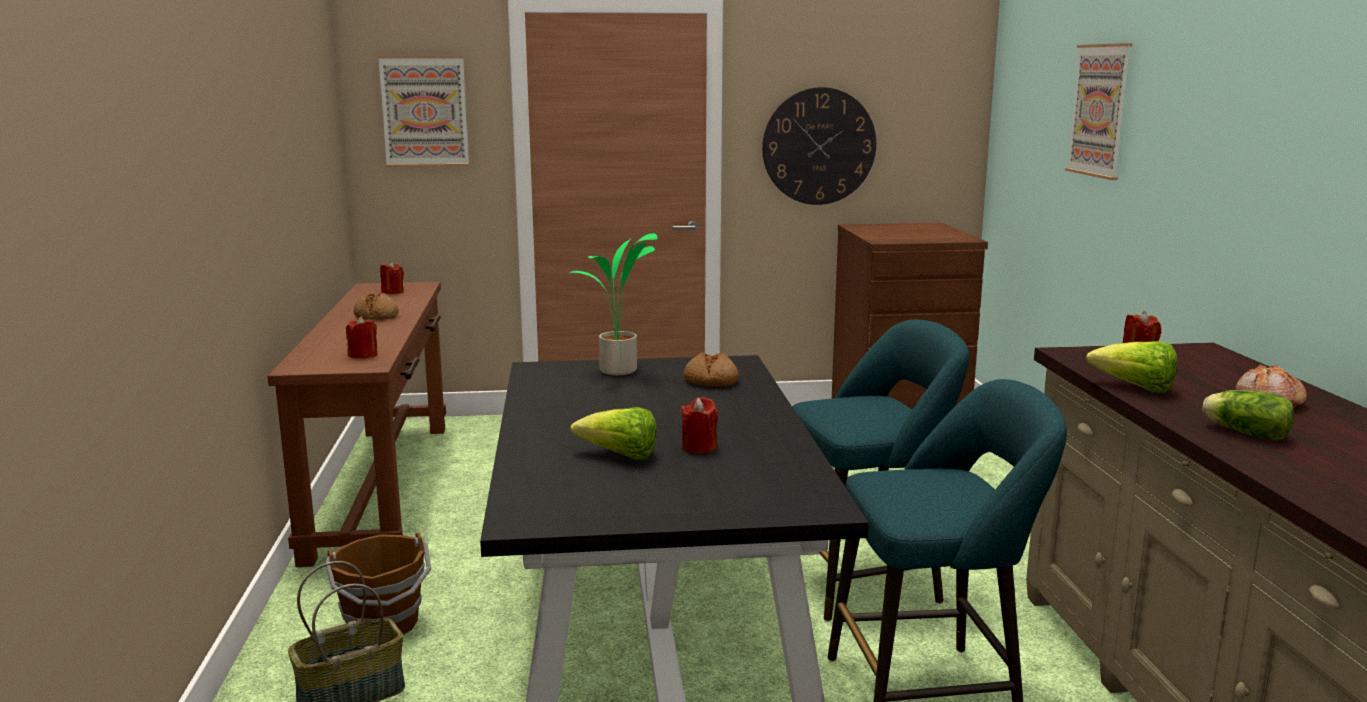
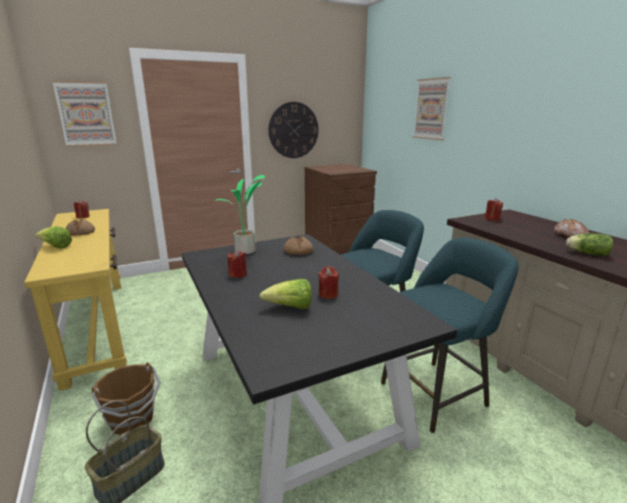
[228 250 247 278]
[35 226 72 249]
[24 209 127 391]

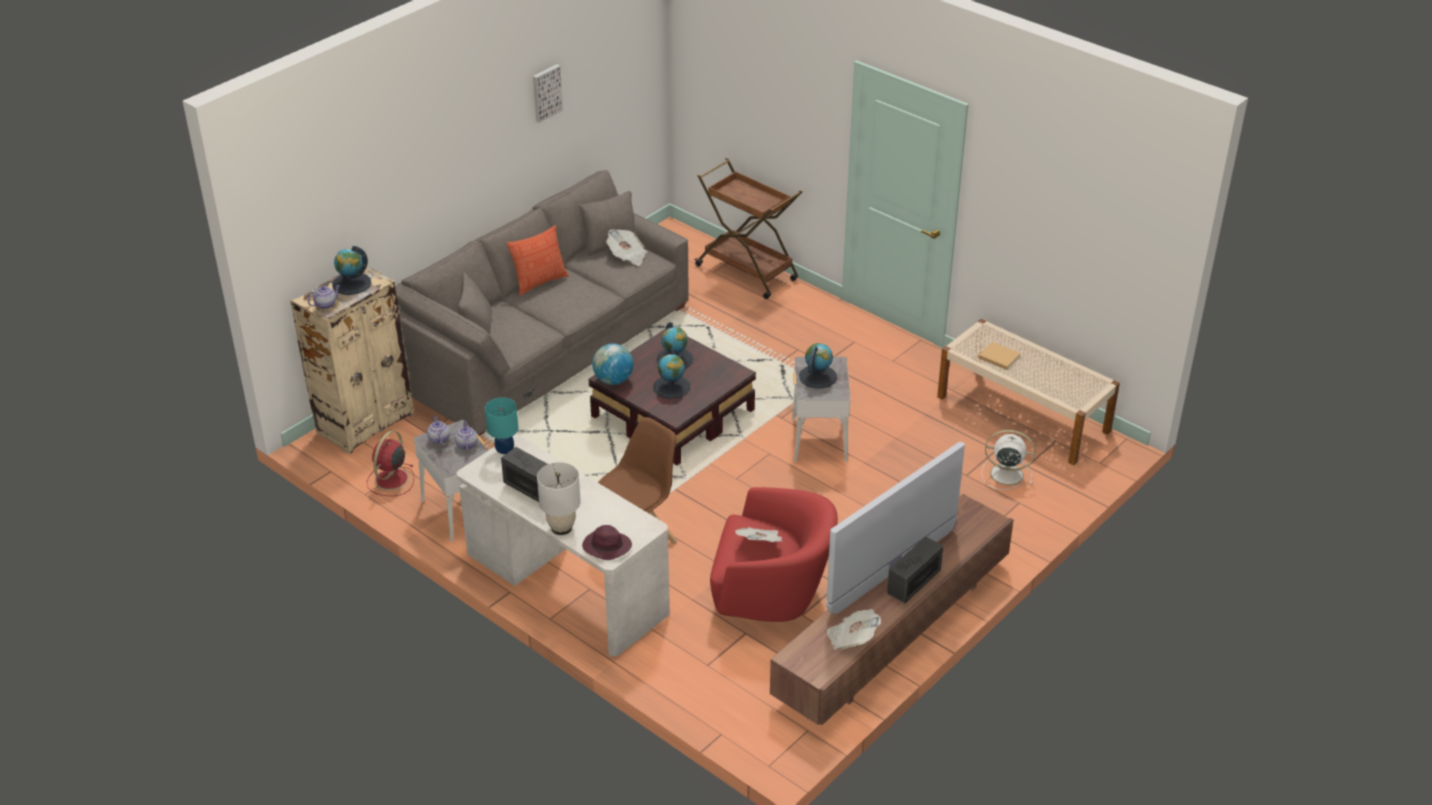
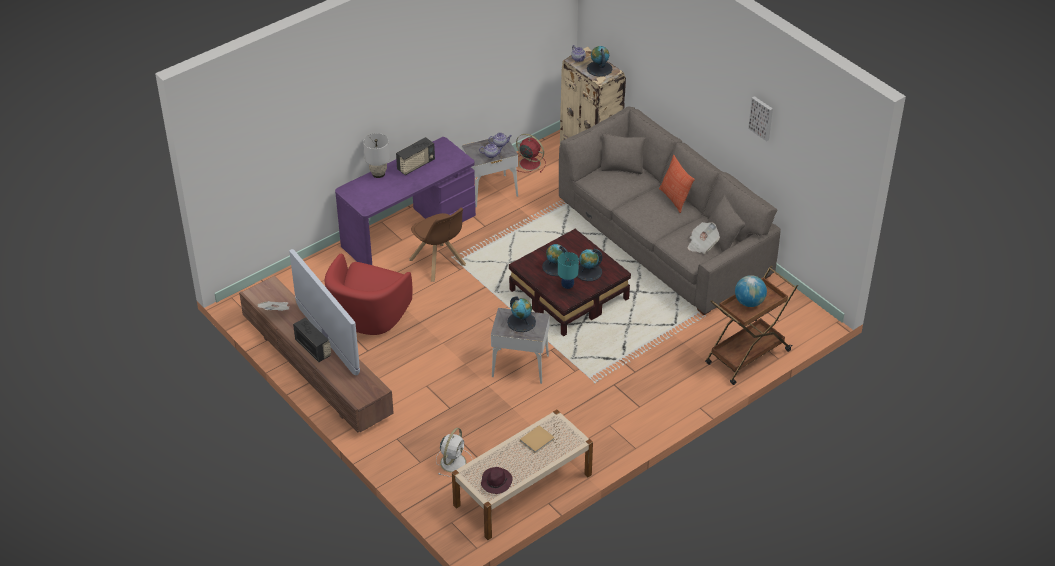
[735 527 782 542] (first image)
[558 252 579 289]
[481 467 513 494]
[735 275 767 307]
[335 137 476 265]

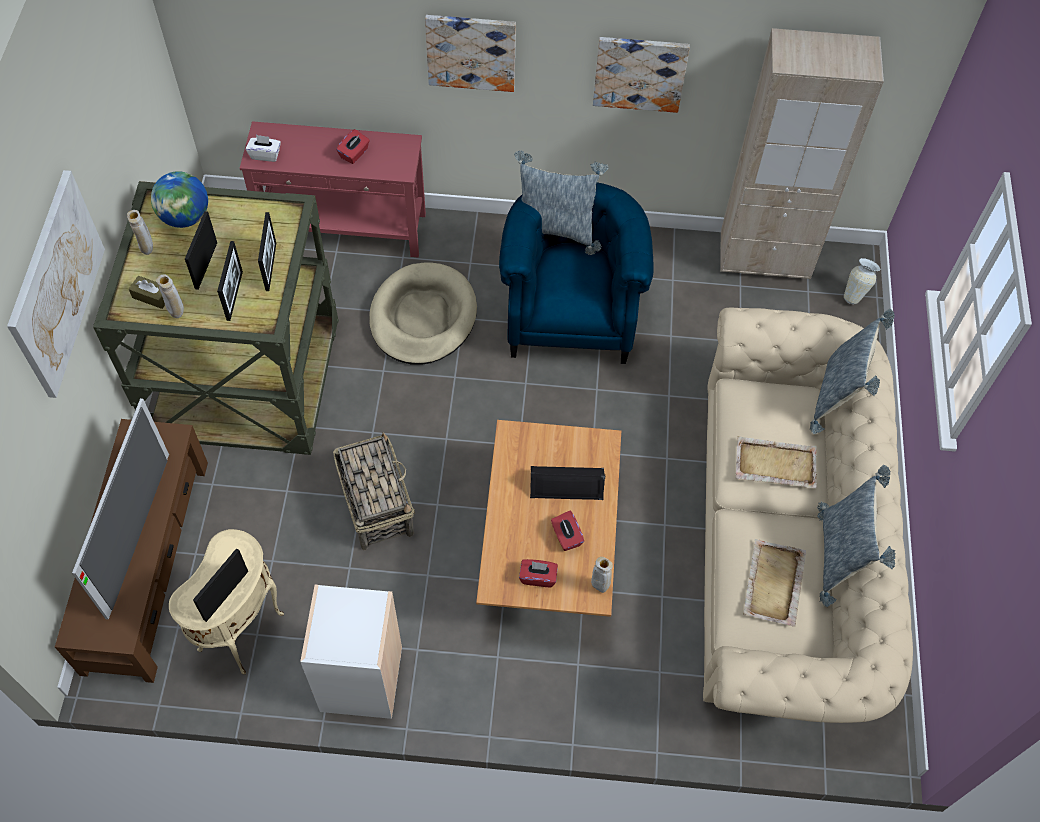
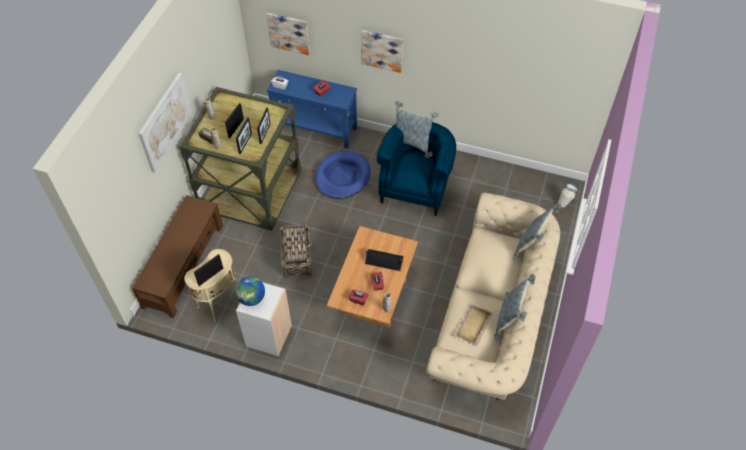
[72 398 169 620] (first image)
[720 28 884 279] (first image)
[735 436 817 488] (first image)
[236 277 265 306]
[267 13 310 55]
[267 70 357 149]
[315 151 370 199]

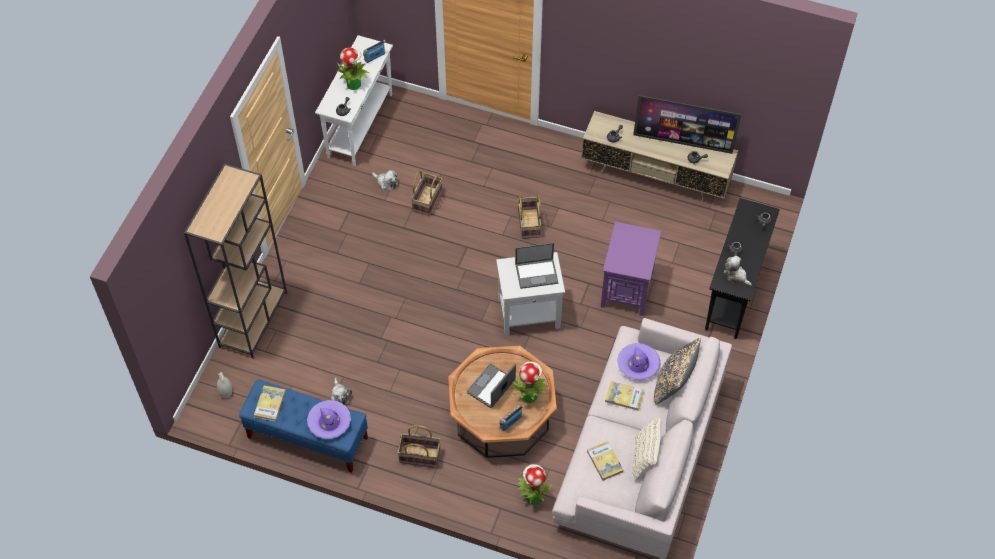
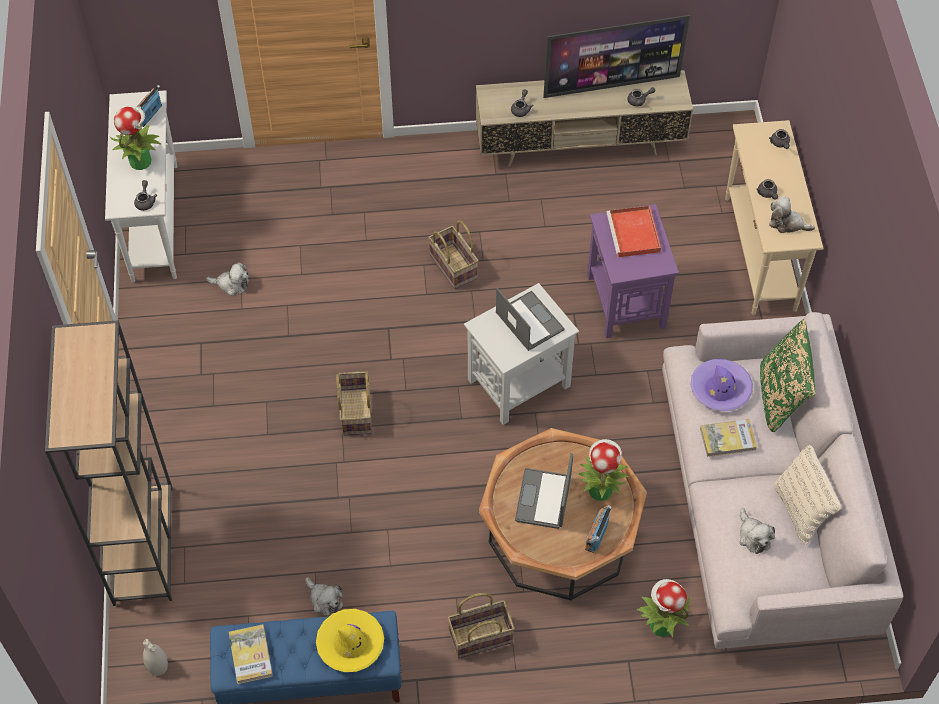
[606 206 661 257]
[336 371 372 436]
[739 508 775 554]
[316 609 384 672]
[760 319 816 432]
[725 120 823 315]
[496 288 565 351]

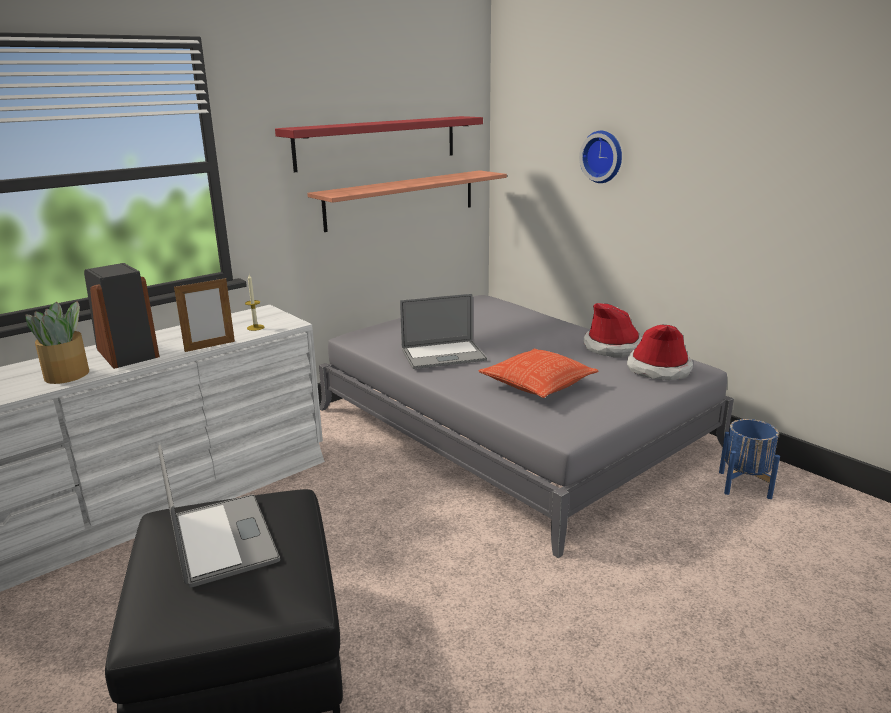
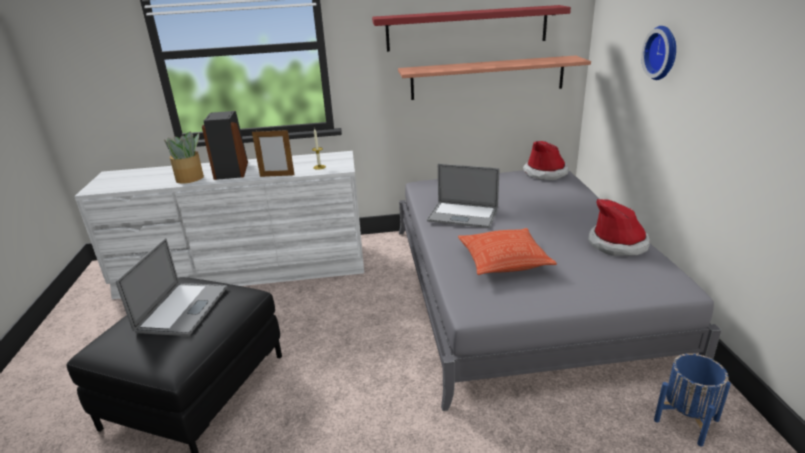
[523 141 569 180]

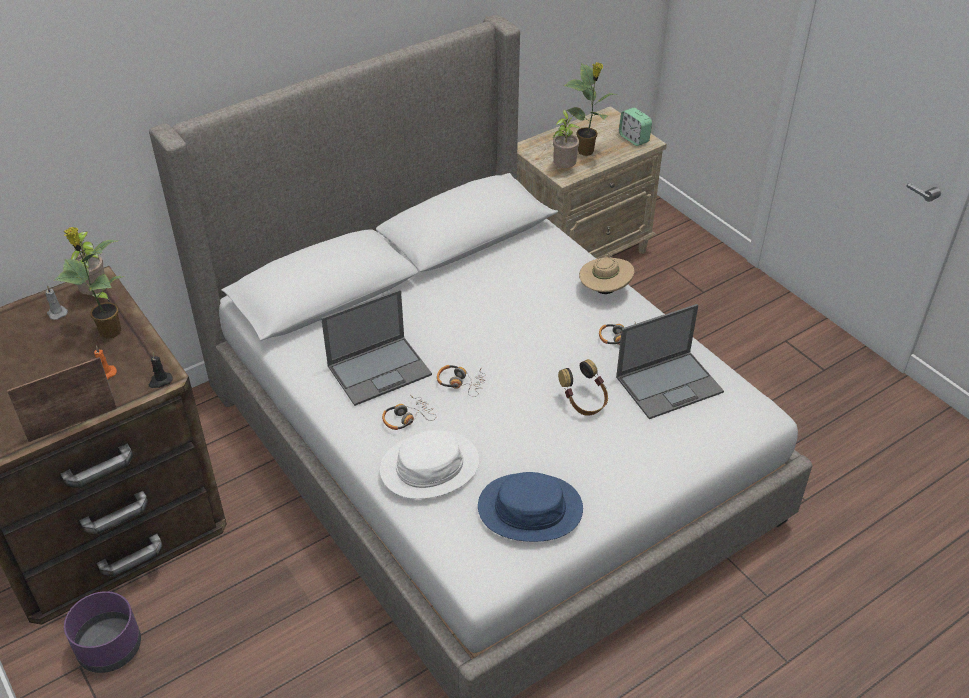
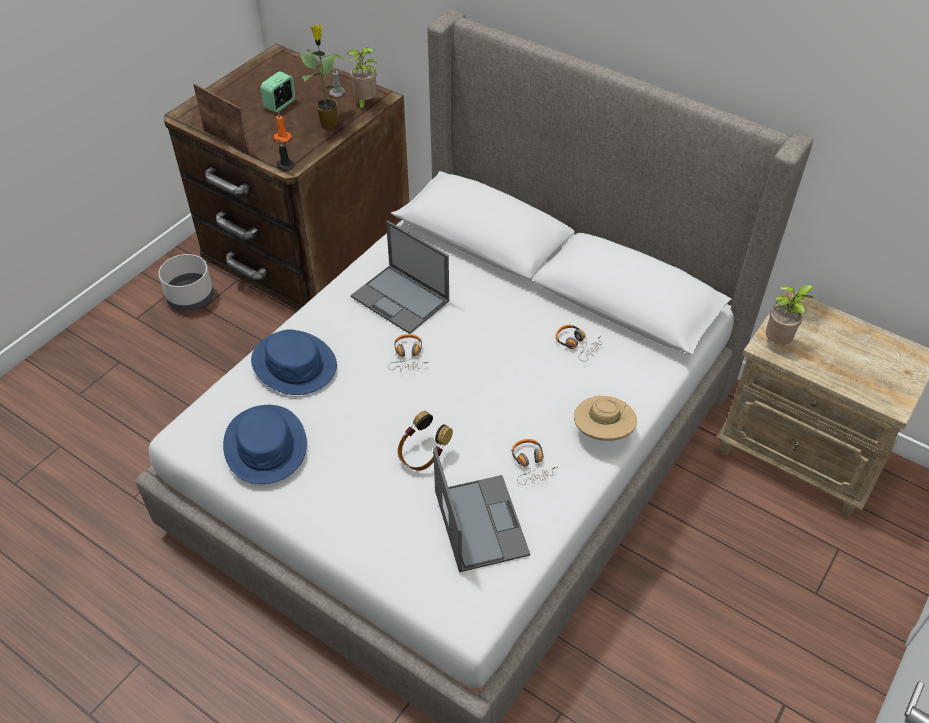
[564 62 618 156] (first image)
[556 325 602 361]
[261 71 295 113]
[158 254 214 311]
[251 329 337 395]
[433 448 530 572]

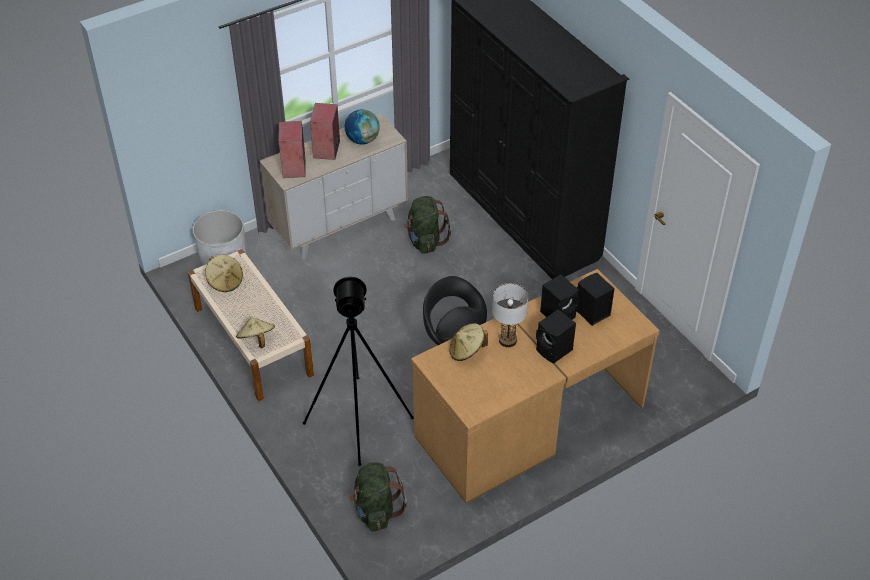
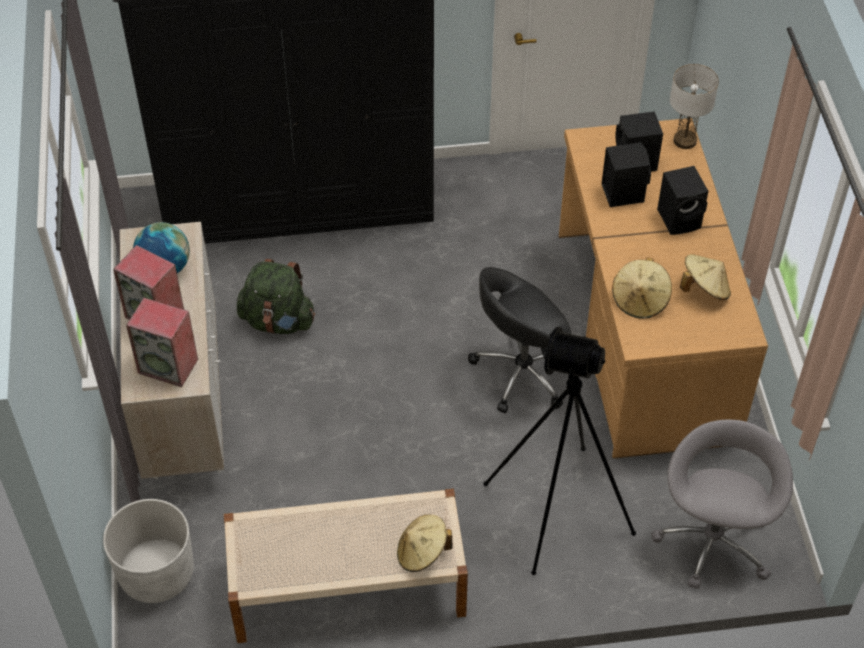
[680 254 731 300]
[670 64 719 149]
[651 420 793 589]

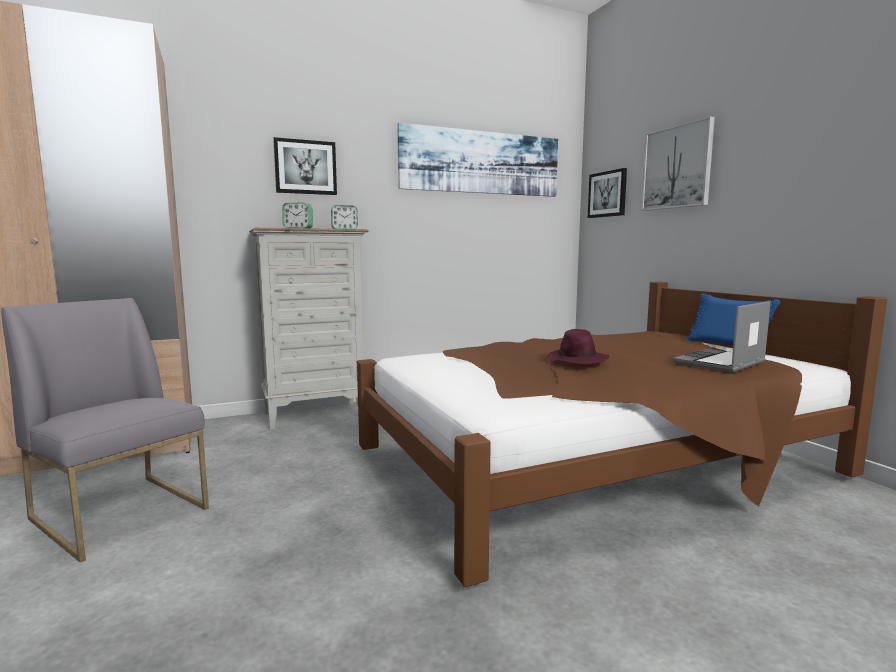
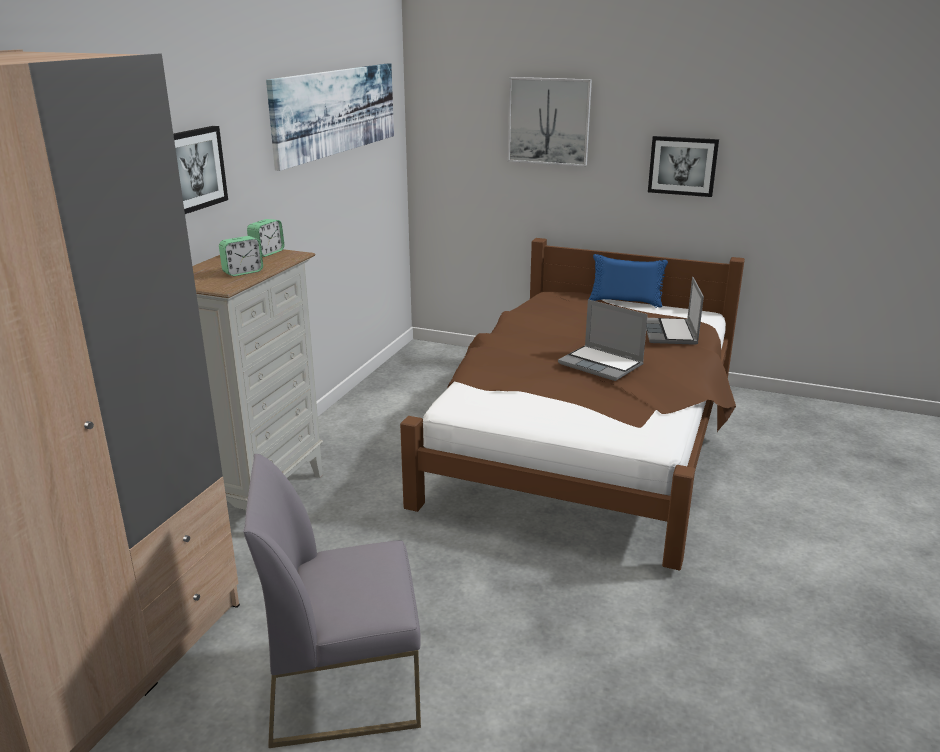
[648 136 719 197]
[558 299 648 381]

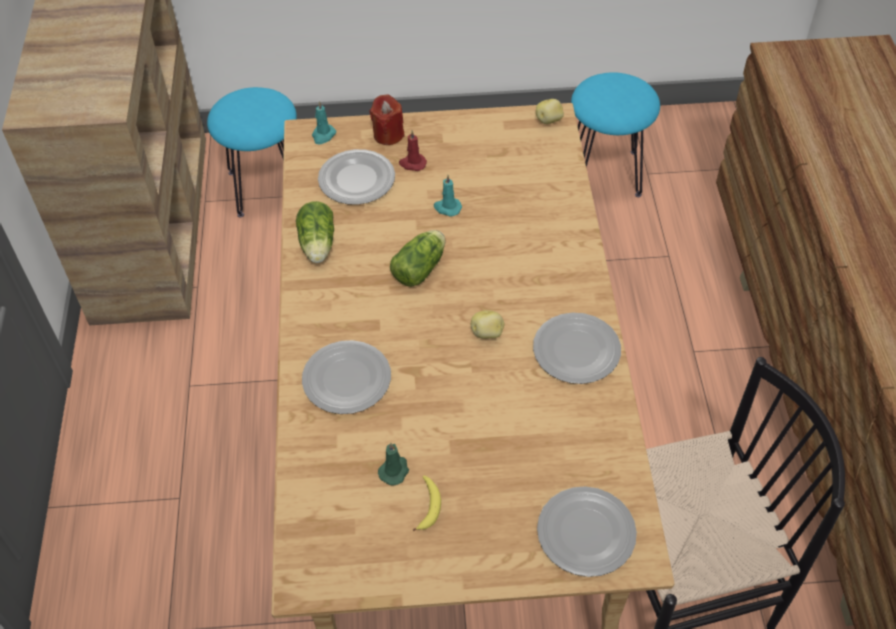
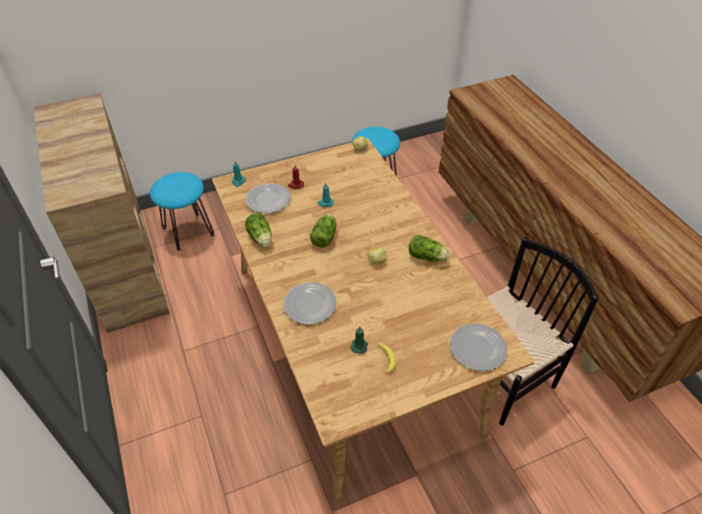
[370 94 405 145] (first image)
[409 235 450 262]

